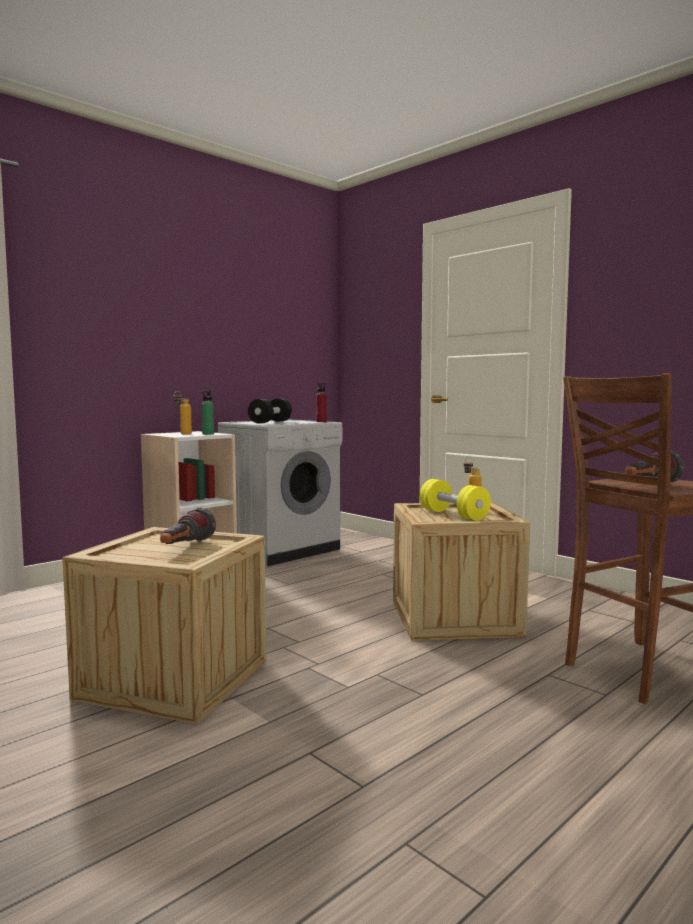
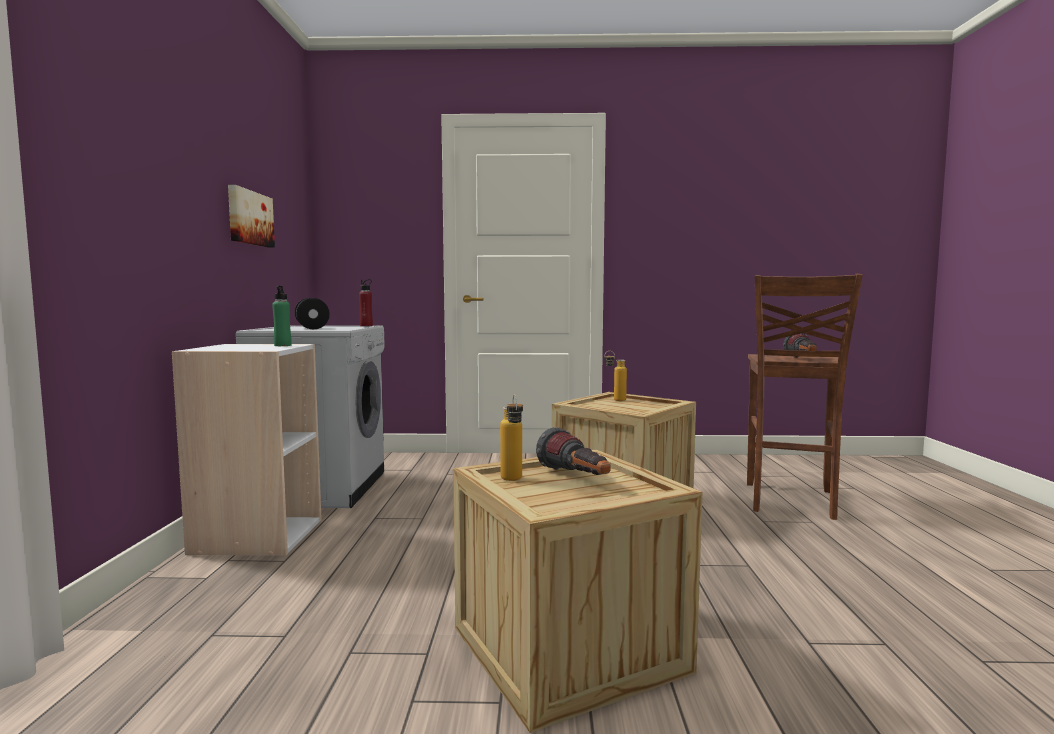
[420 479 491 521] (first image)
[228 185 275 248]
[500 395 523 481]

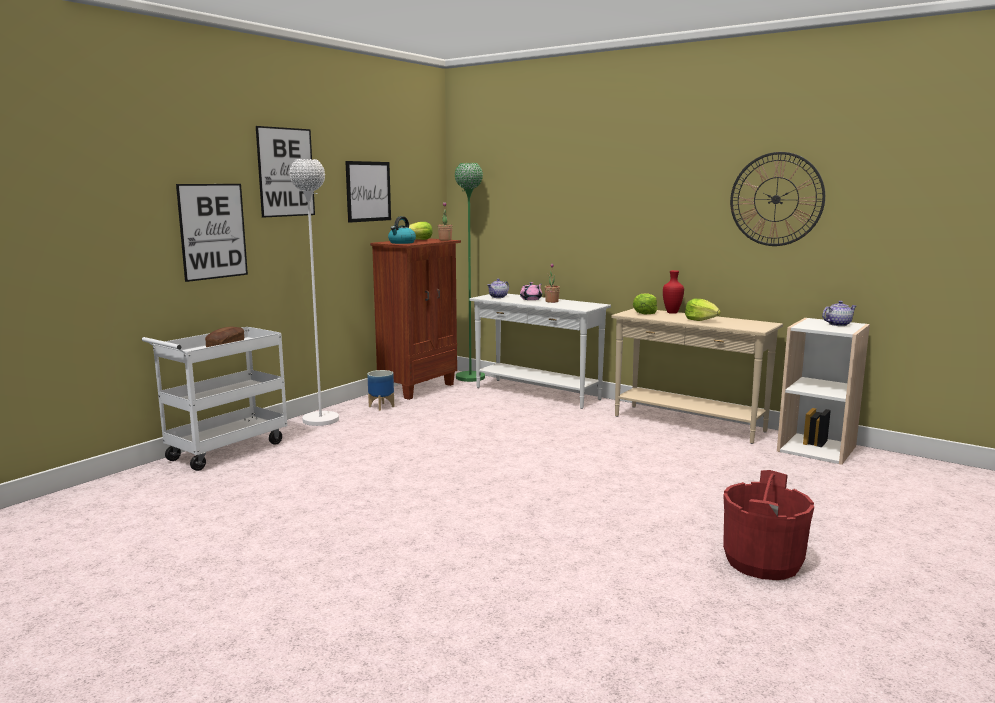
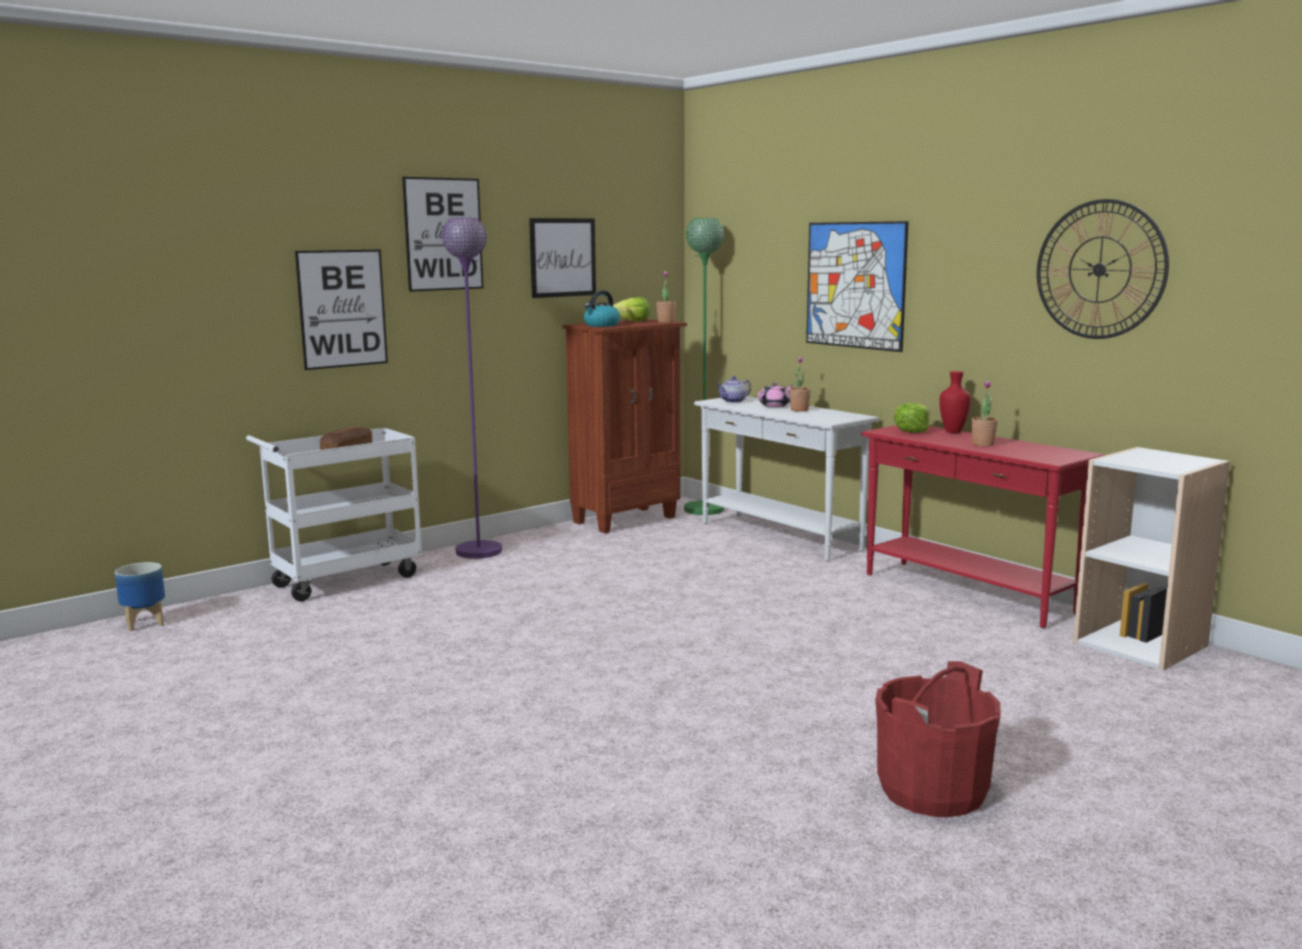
[822 301 856 326] (first image)
[806 221 909 352]
[115 562 165 631]
[971 380 998 446]
[442 218 502 559]
[861 425 1105 629]

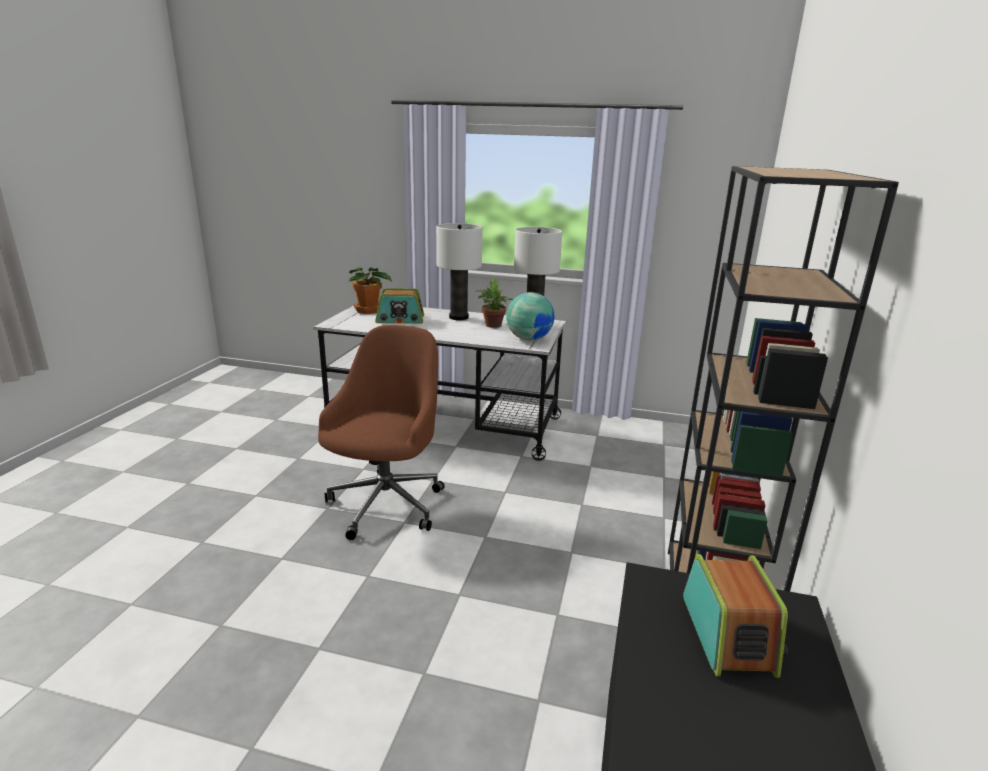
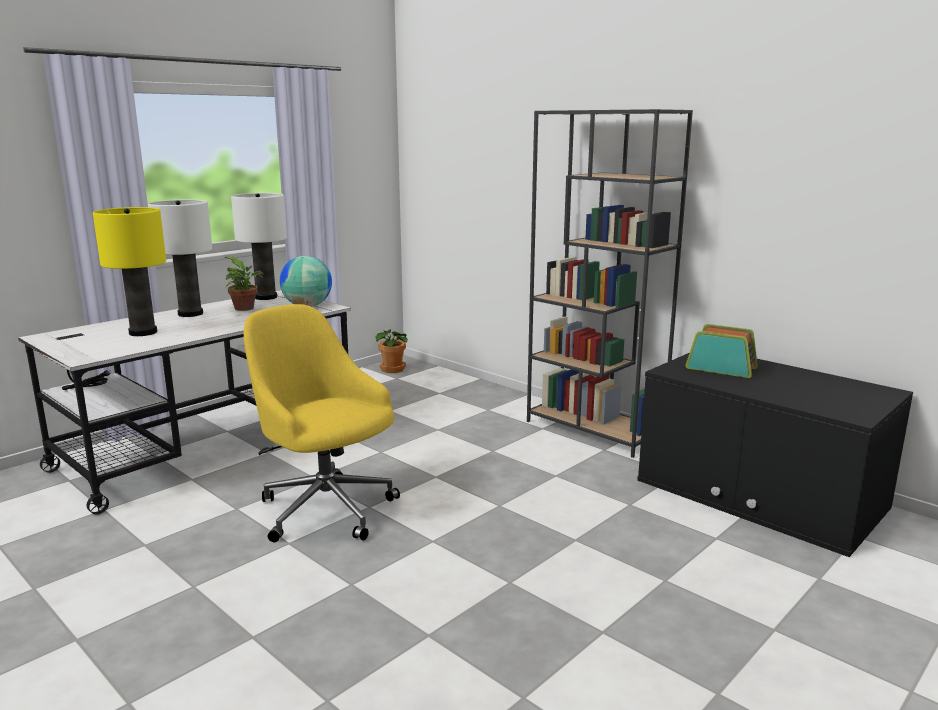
[376 329 408 373]
[93 207 166 336]
[244 304 400 542]

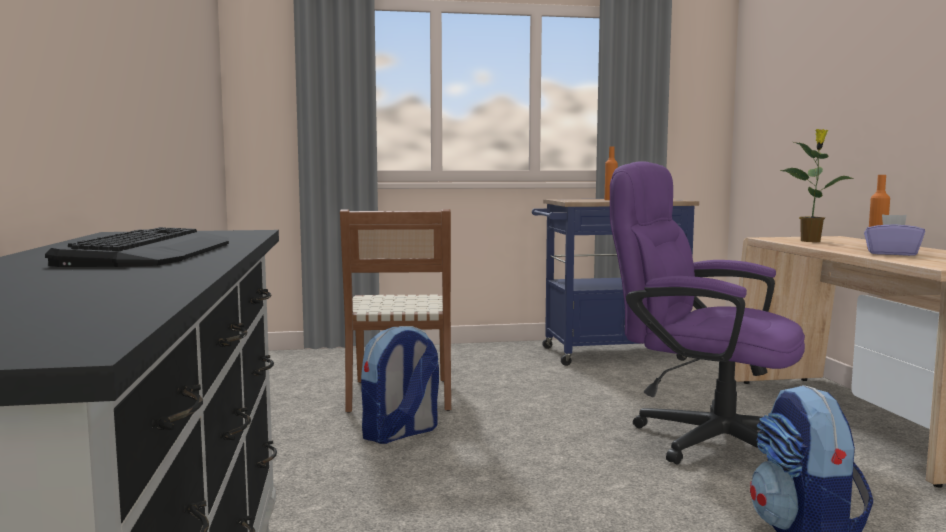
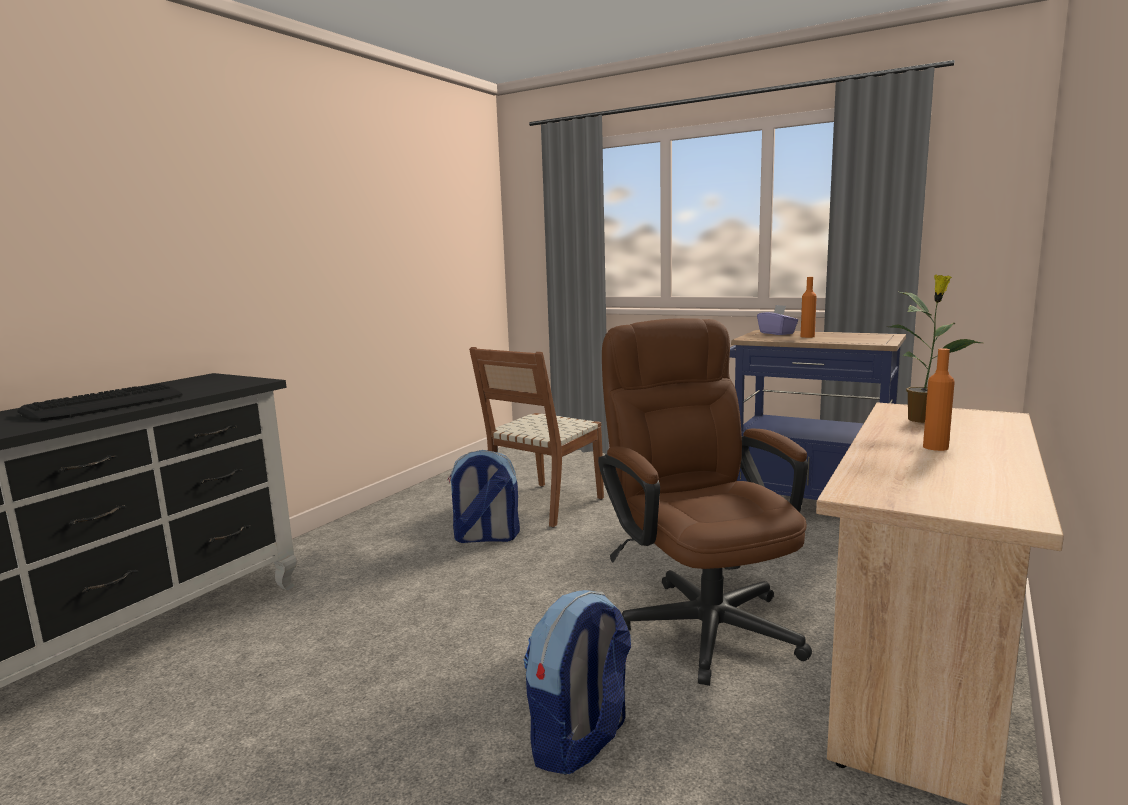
[757 305 799 335]
[598 318 812 686]

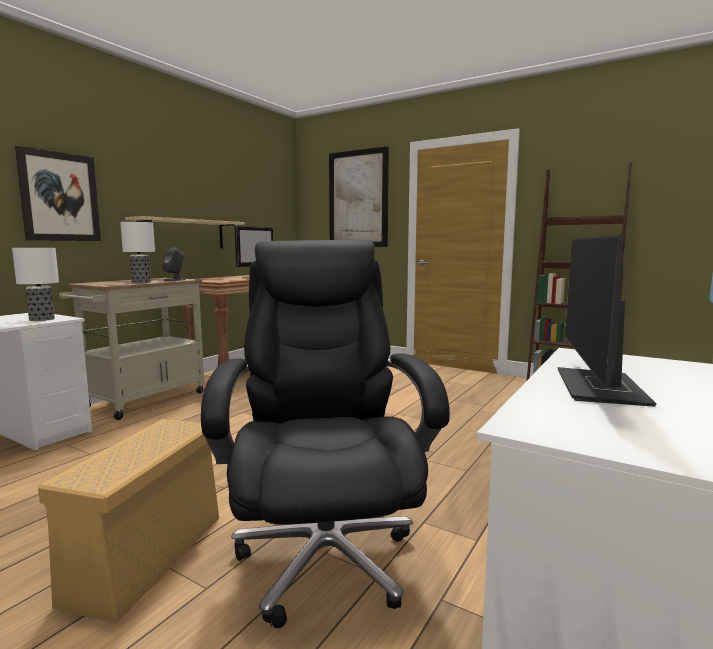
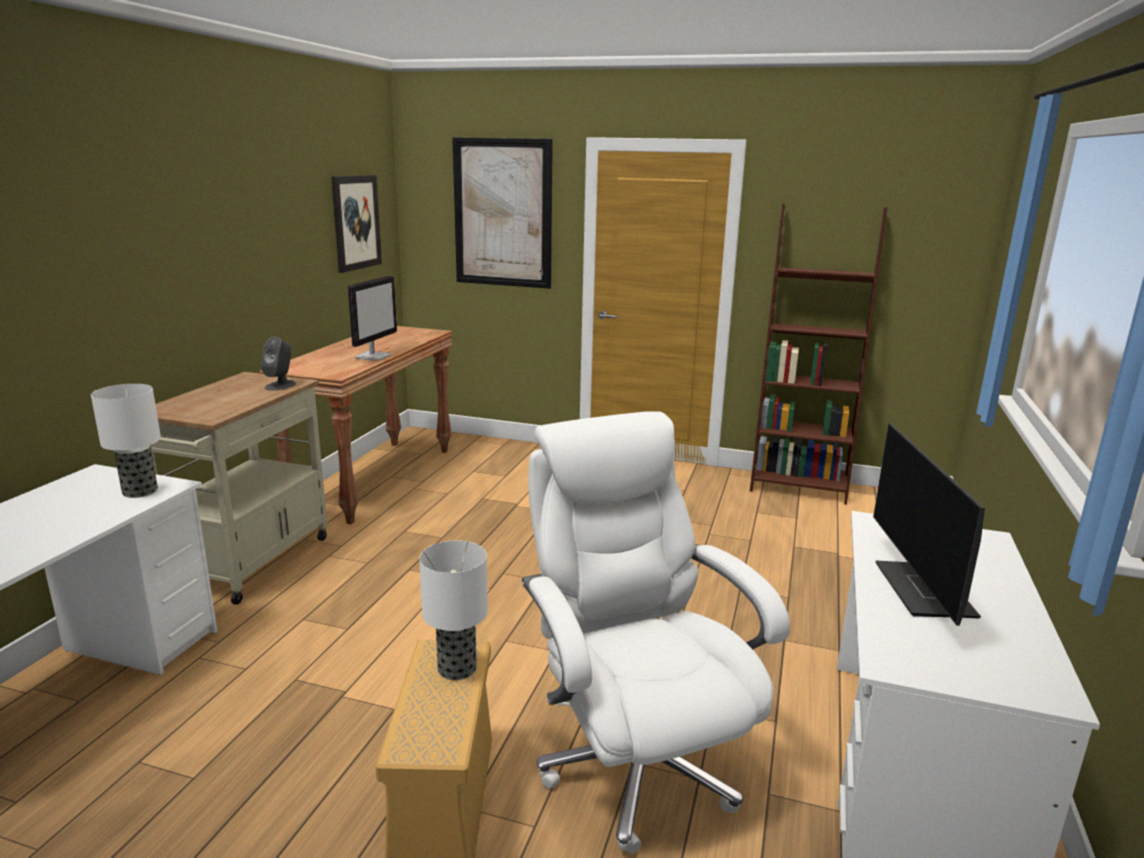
[125 216 245 249] (first image)
[331 175 382 273]
[419 540 488 680]
[522 411 790 854]

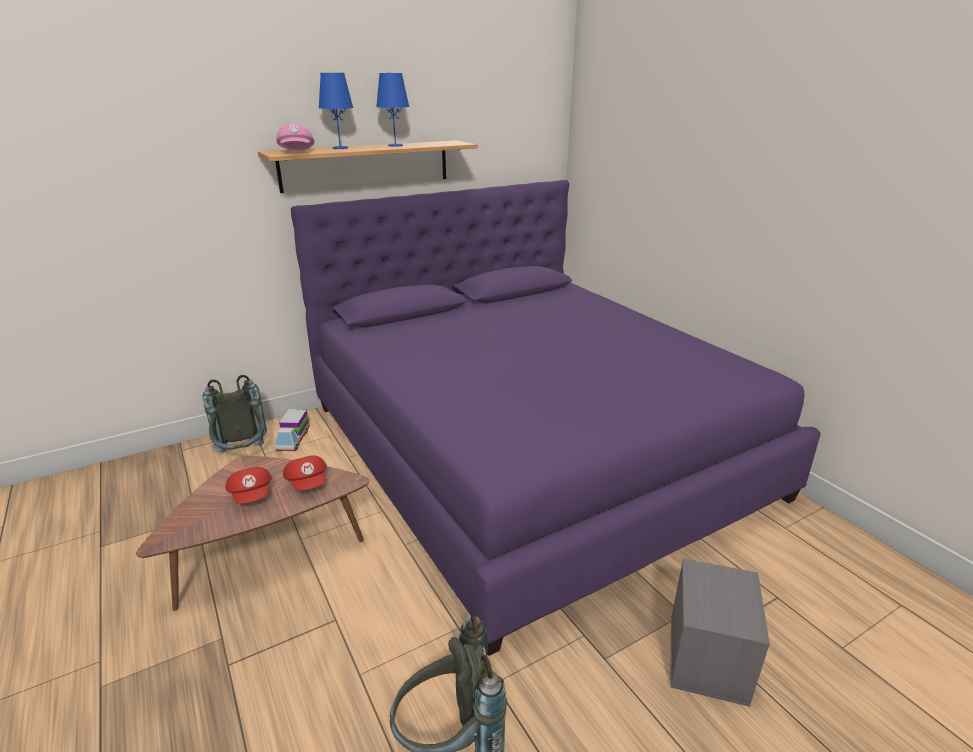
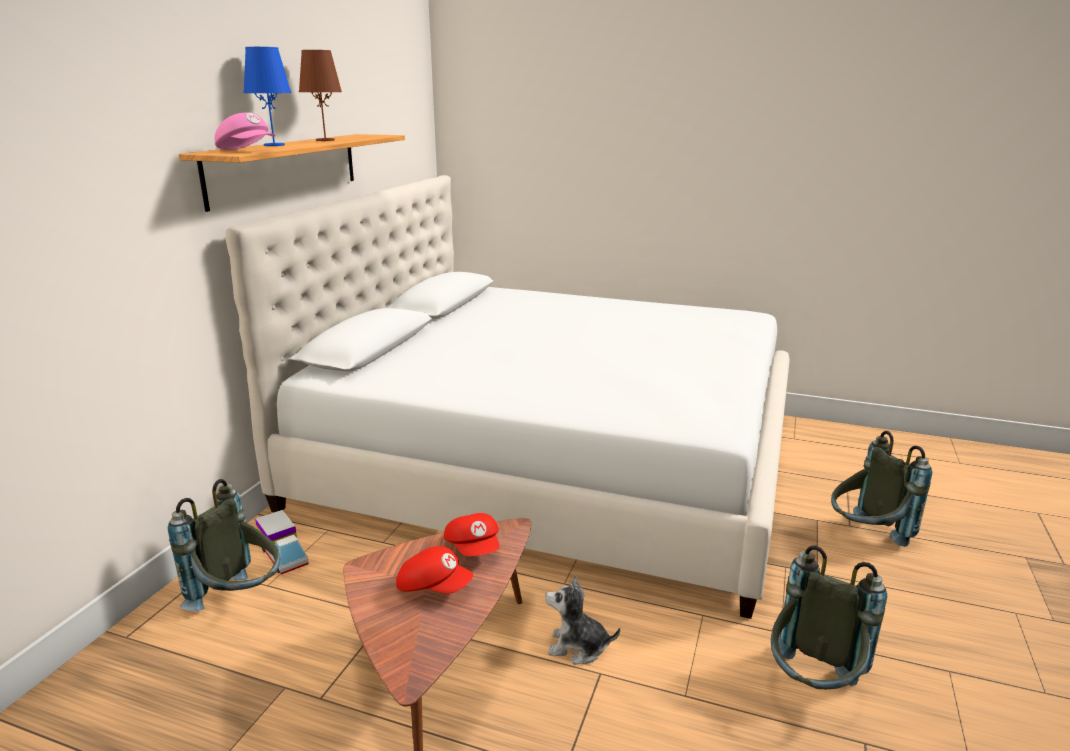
[545 575 620 664]
[831 431 932 547]
[225 175 790 619]
[299 50 342 141]
[444 513 499 556]

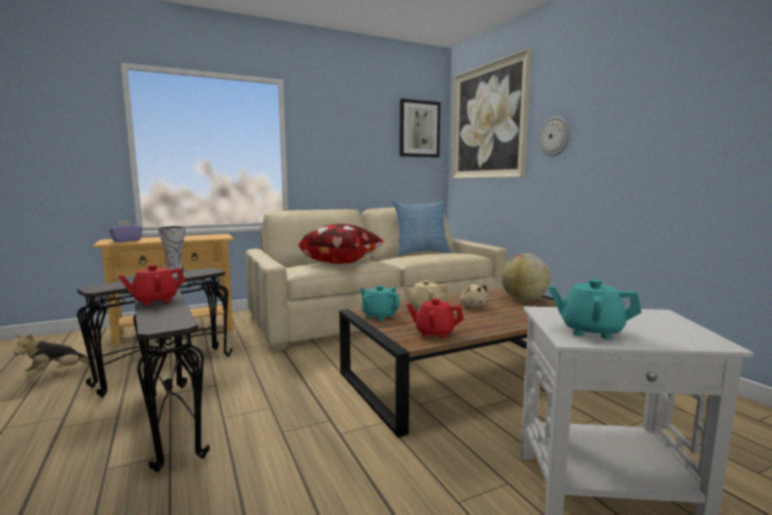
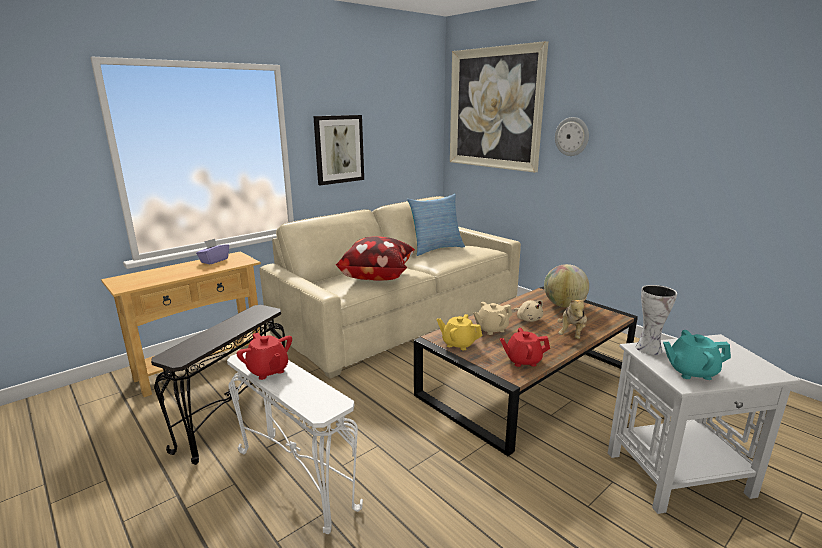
[558 297 587 339]
[196 238 229 265]
[636 285 677 355]
[313 115 364 185]
[227 352 363 534]
[437 314 482 350]
[237 333 292 380]

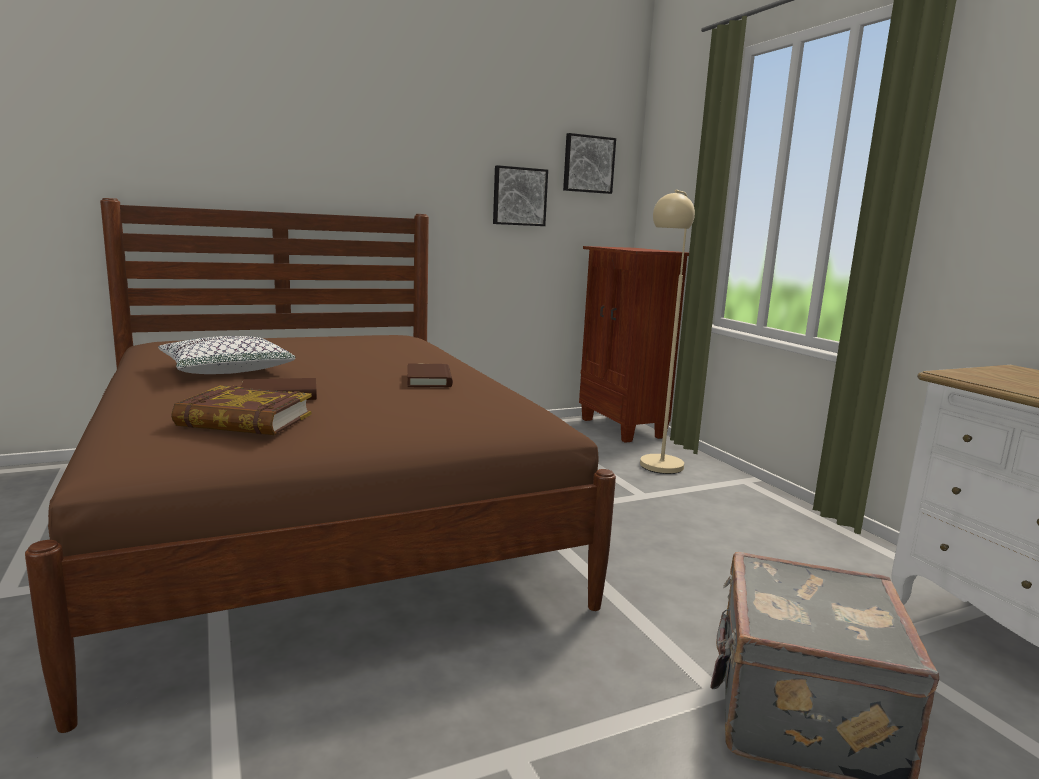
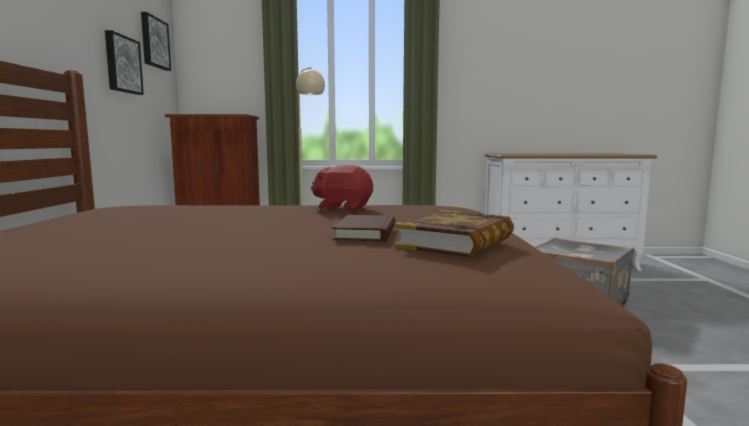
[158 336 296 374] (first image)
[311 165 373 211]

